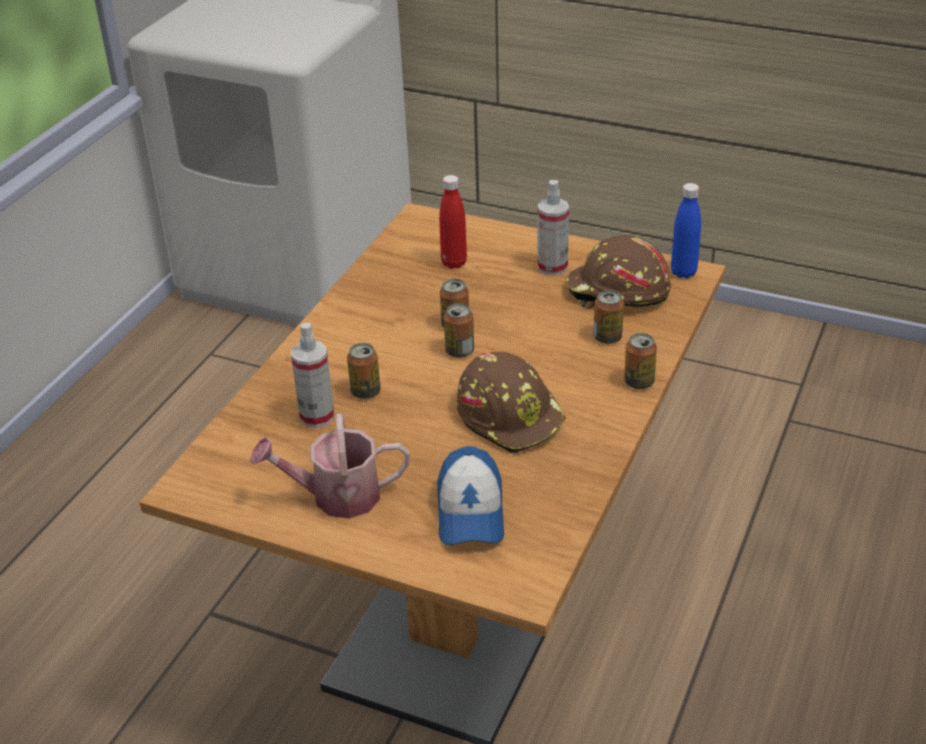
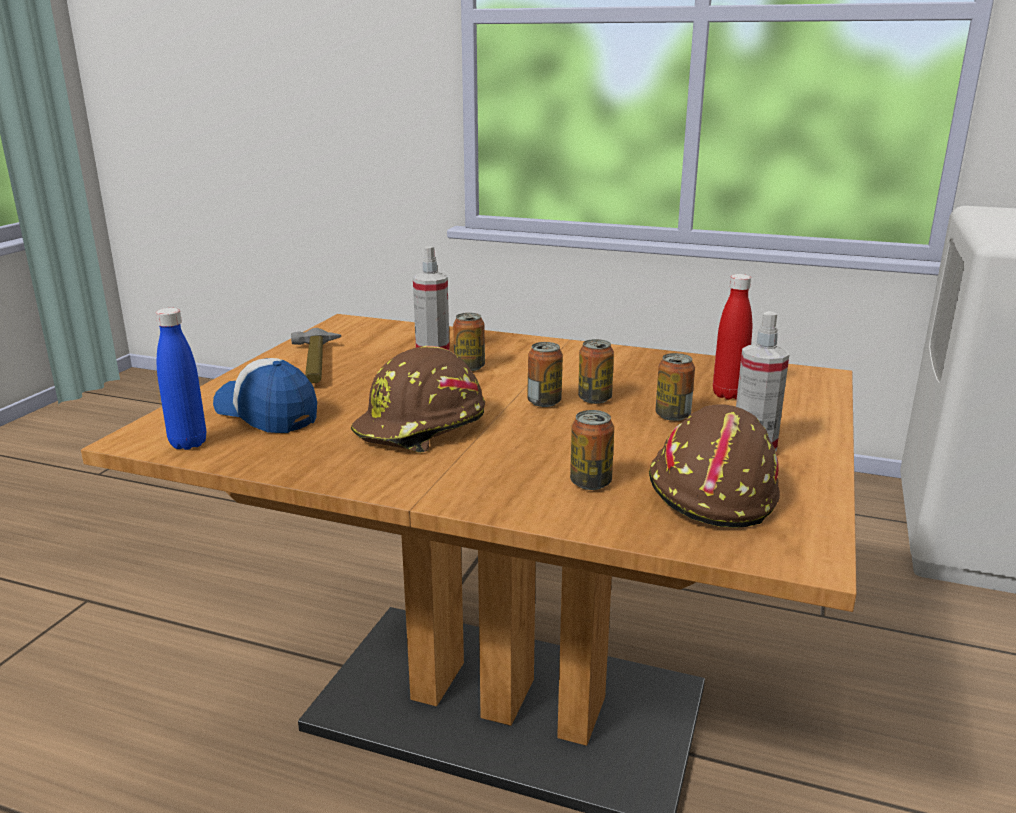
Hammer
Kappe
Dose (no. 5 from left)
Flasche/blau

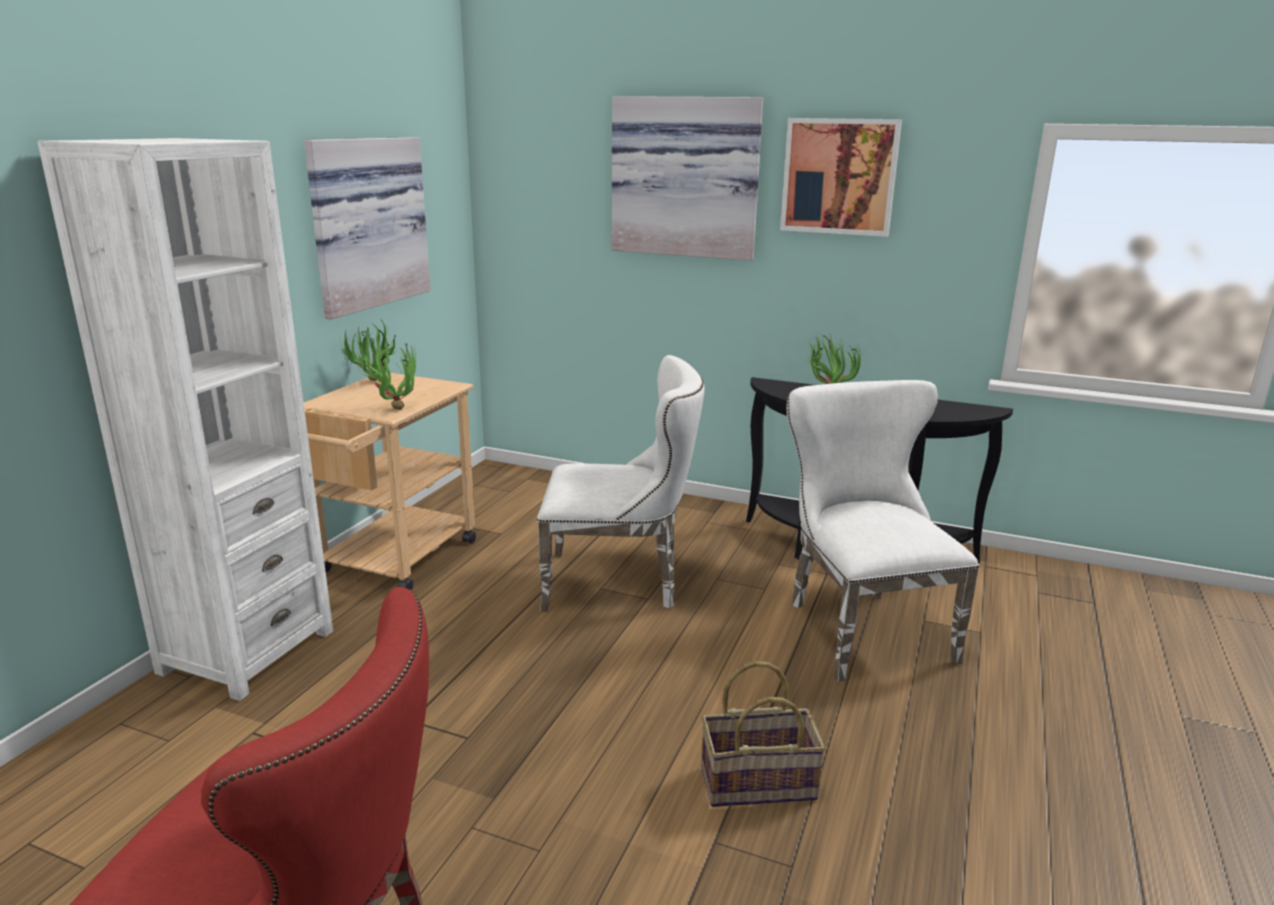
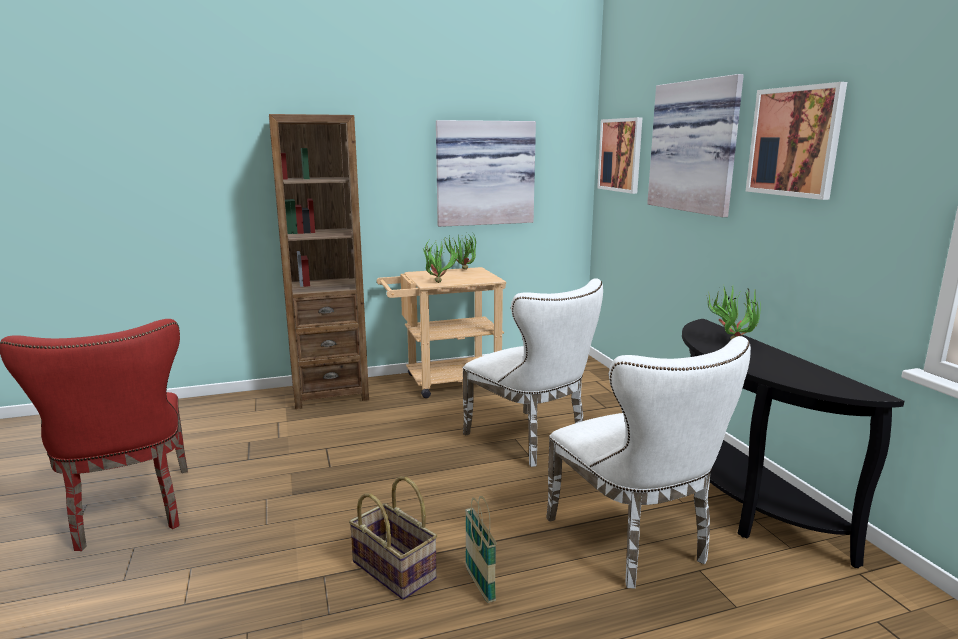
Bücherregal/braun
Stuhl/weiß (no. 2 from left)
Korb (no. 2 from left)
Bild (no. 2 from left)

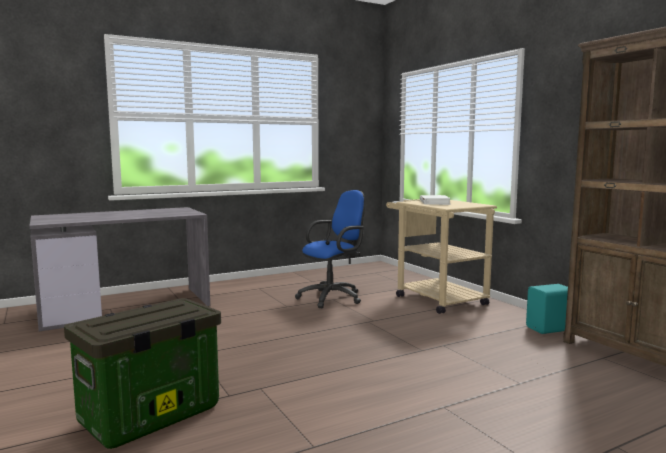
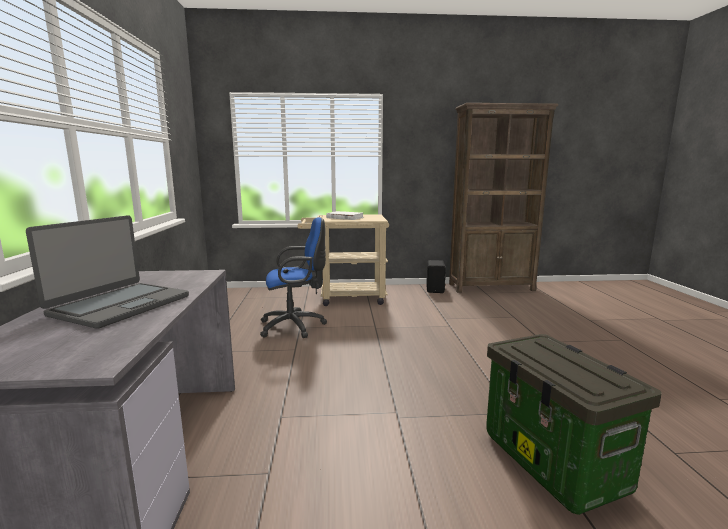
Bürostuhl/blau
Lautsprecher/schwarz
Laptop

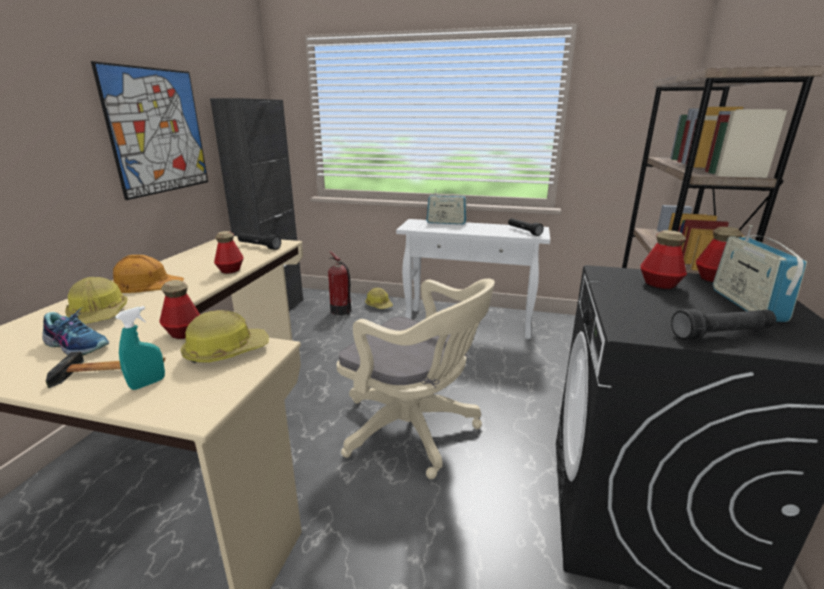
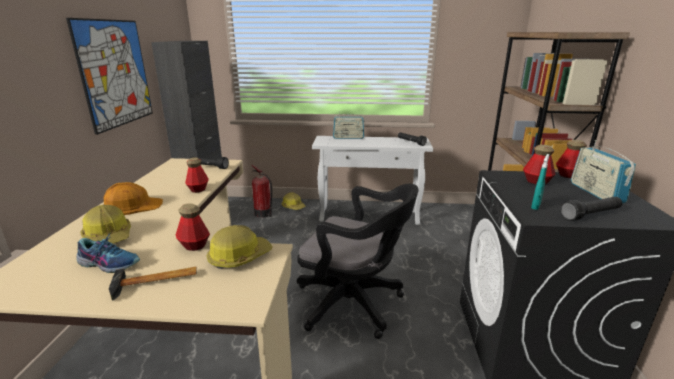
Sprühflasche/türkis
Bürostuhl/schwarz

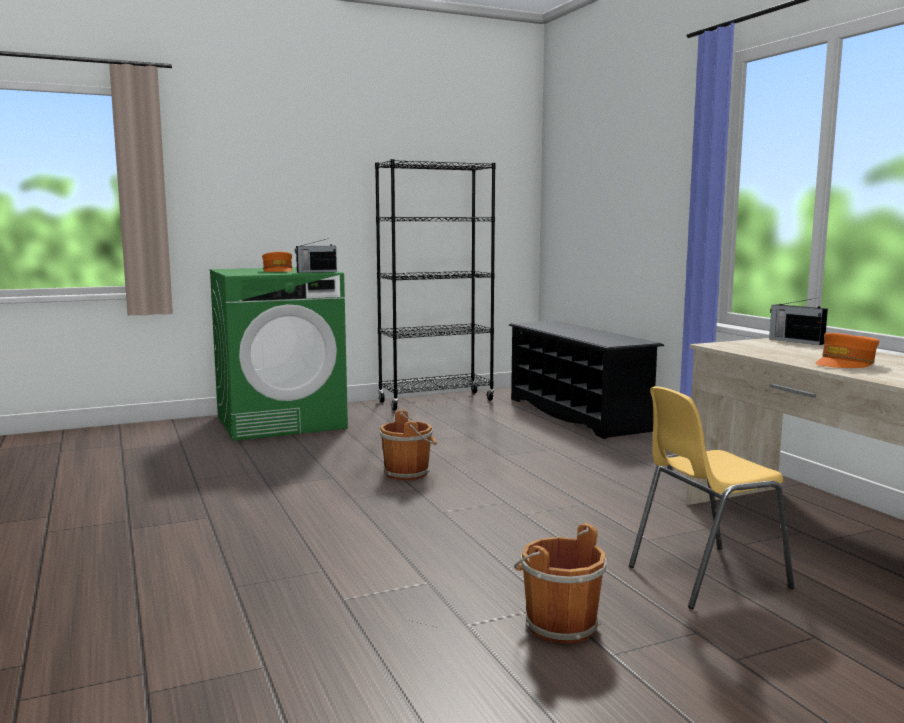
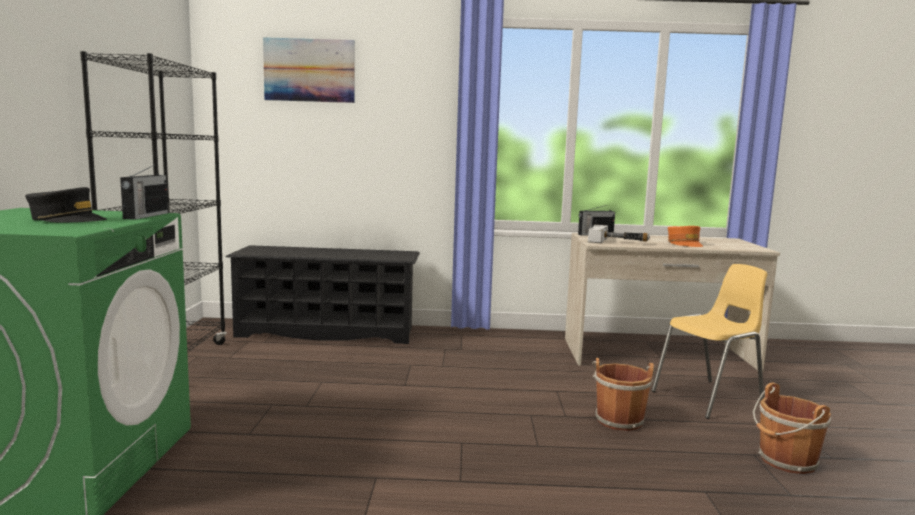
Kappe/schwarz
Eimer/braun (no. 1 from left)
Stuhl/gelb
Bild
Hammer

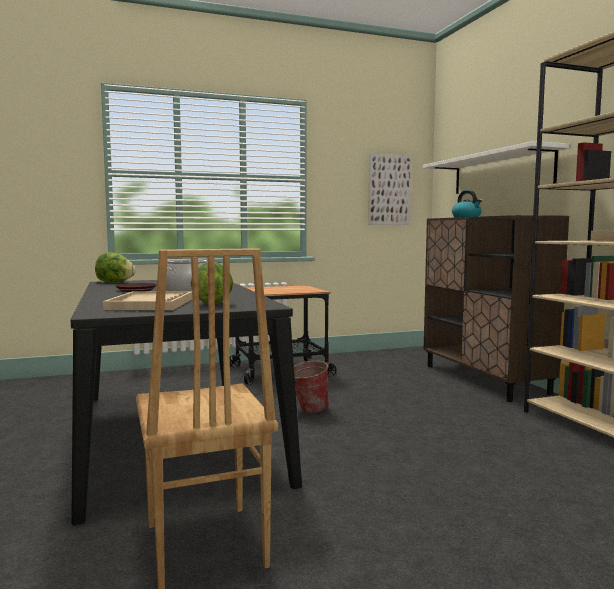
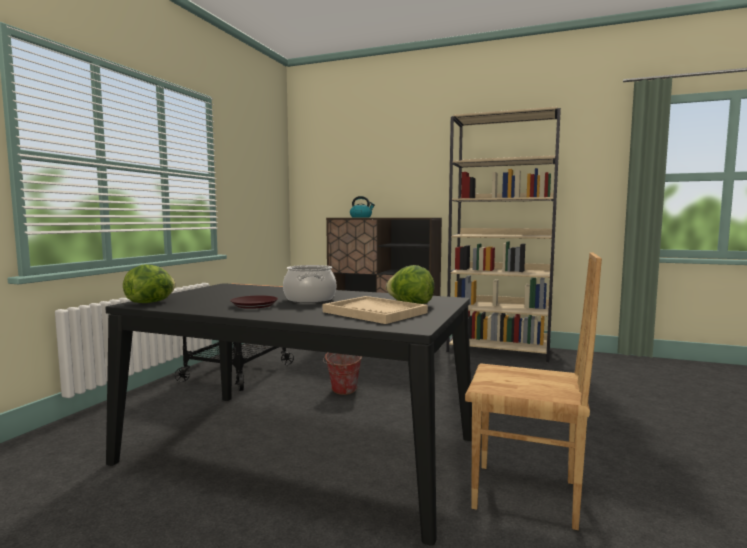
Bild
Wandregal/weiß

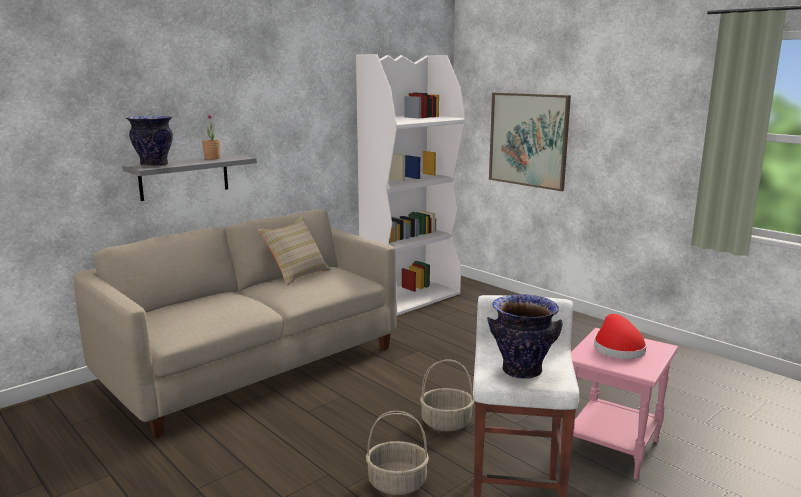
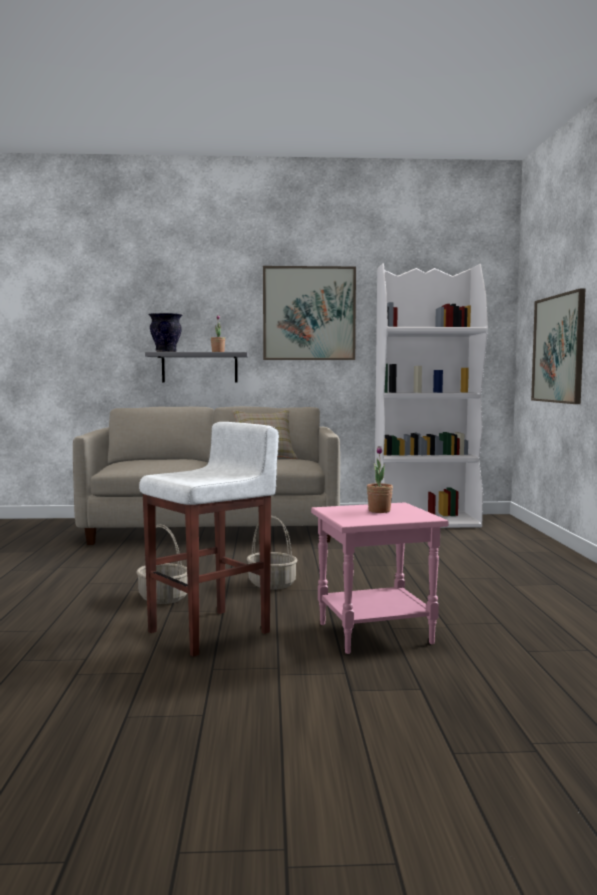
Vase (no. 2 from left in the first image)
Topfpflanze (no. 2 from left)
Bild (no. 1 from left)

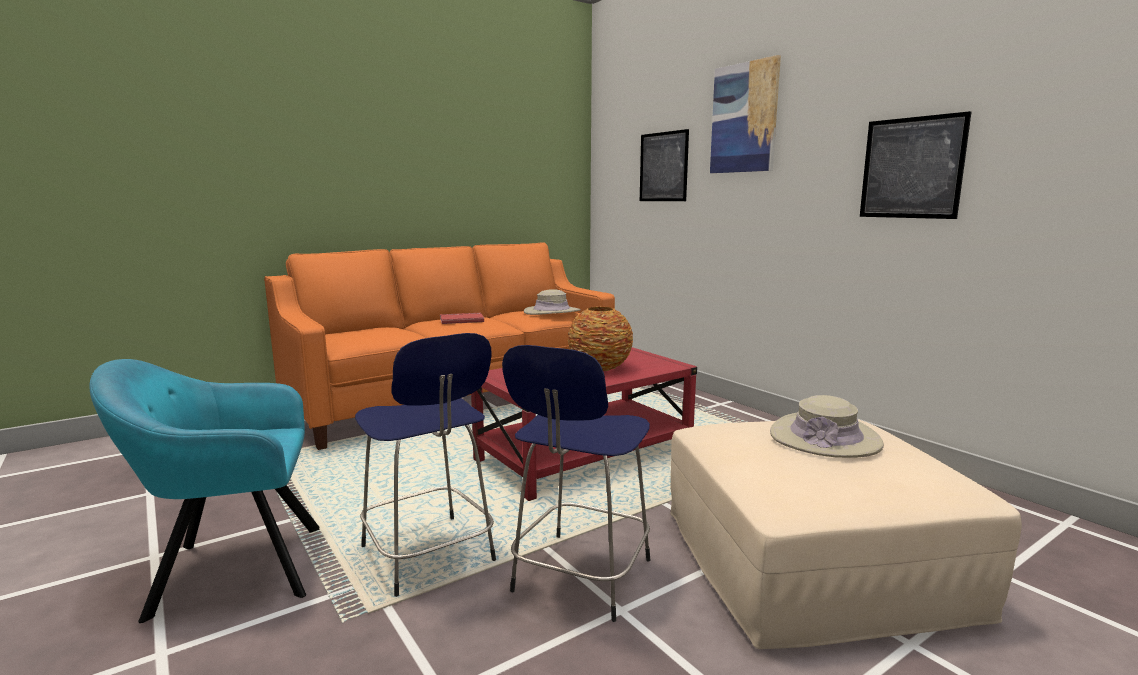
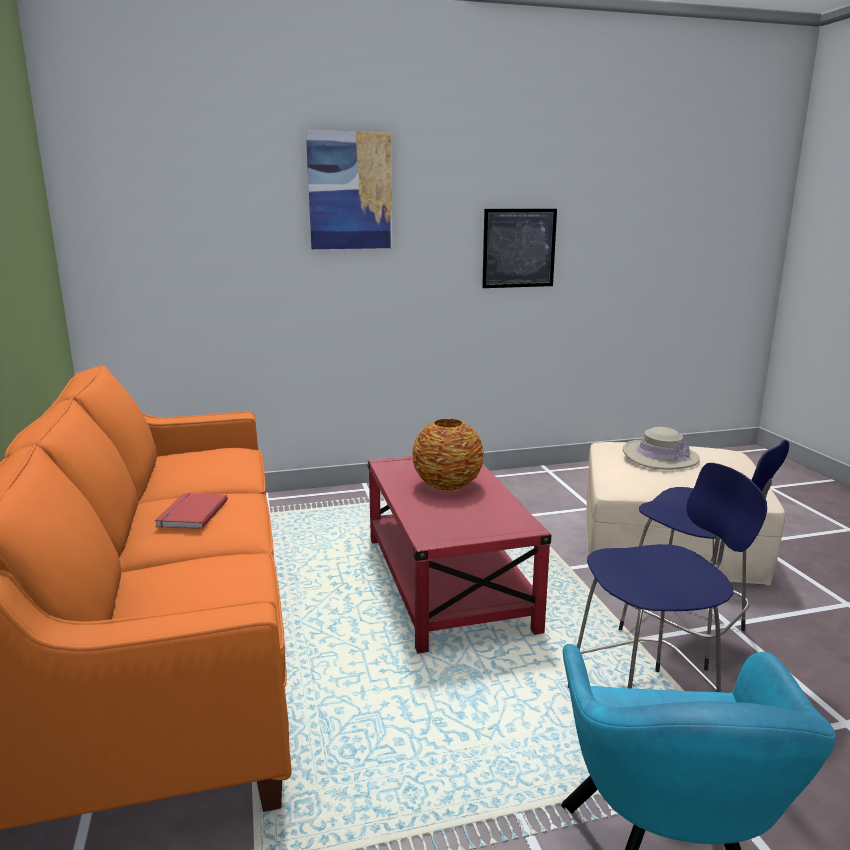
Hut/beige (no. 1 from left in the first image)
Bild (no. 1 from left in the first image)

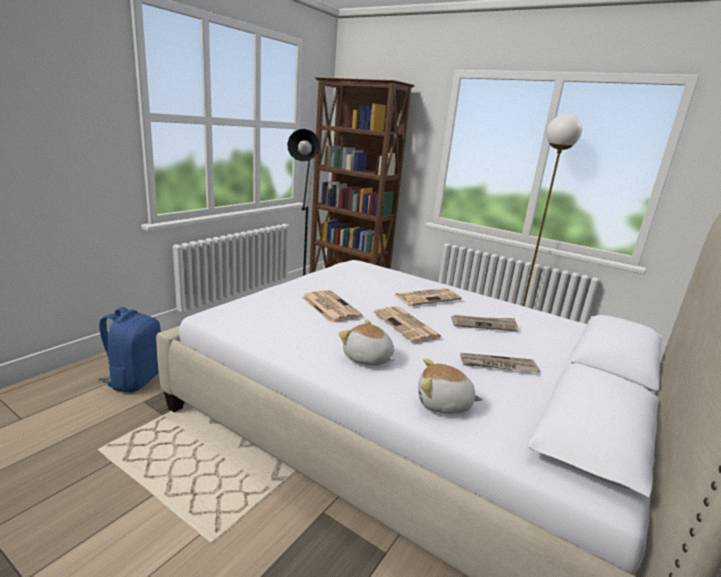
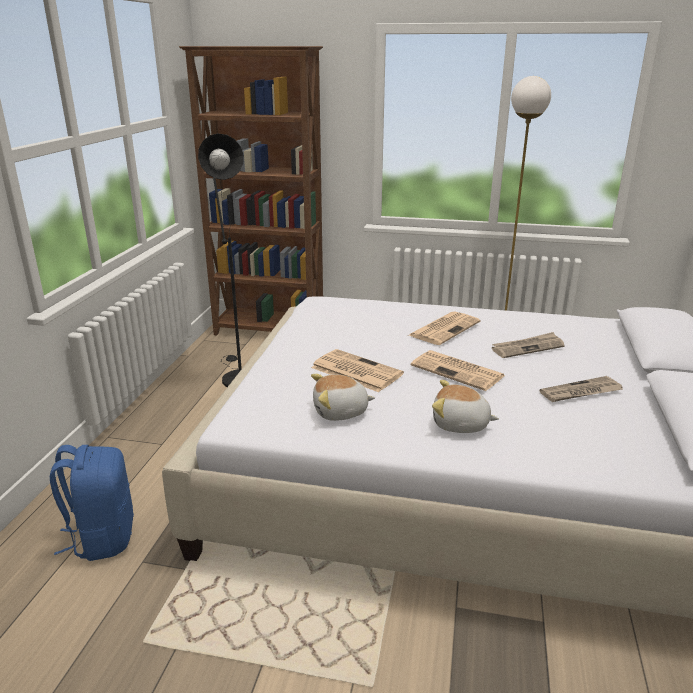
Plüschtier (no. 1 from left)

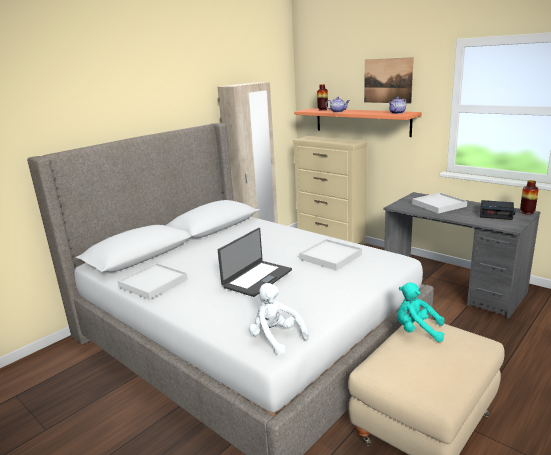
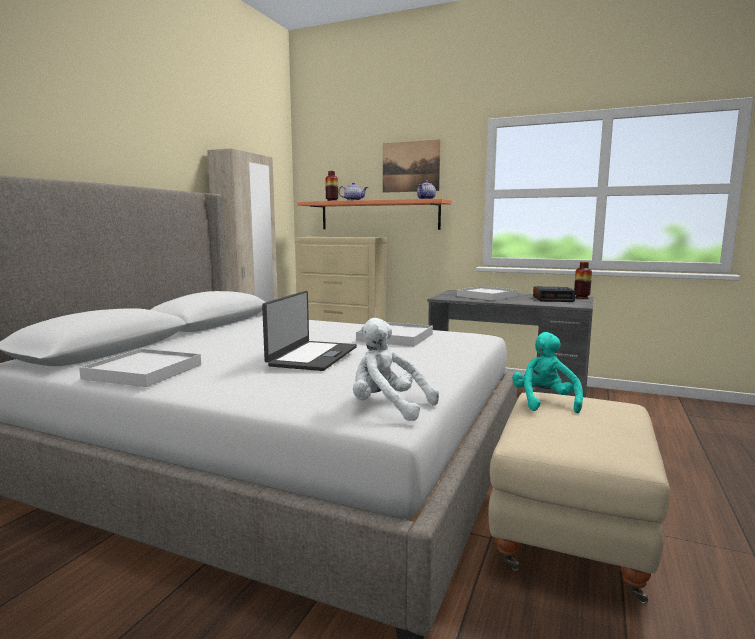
Plüschtier/türkis

